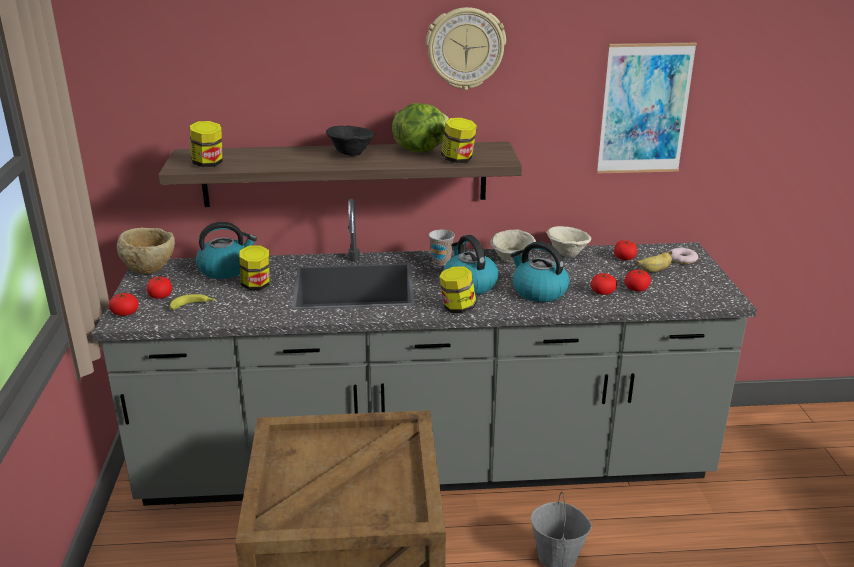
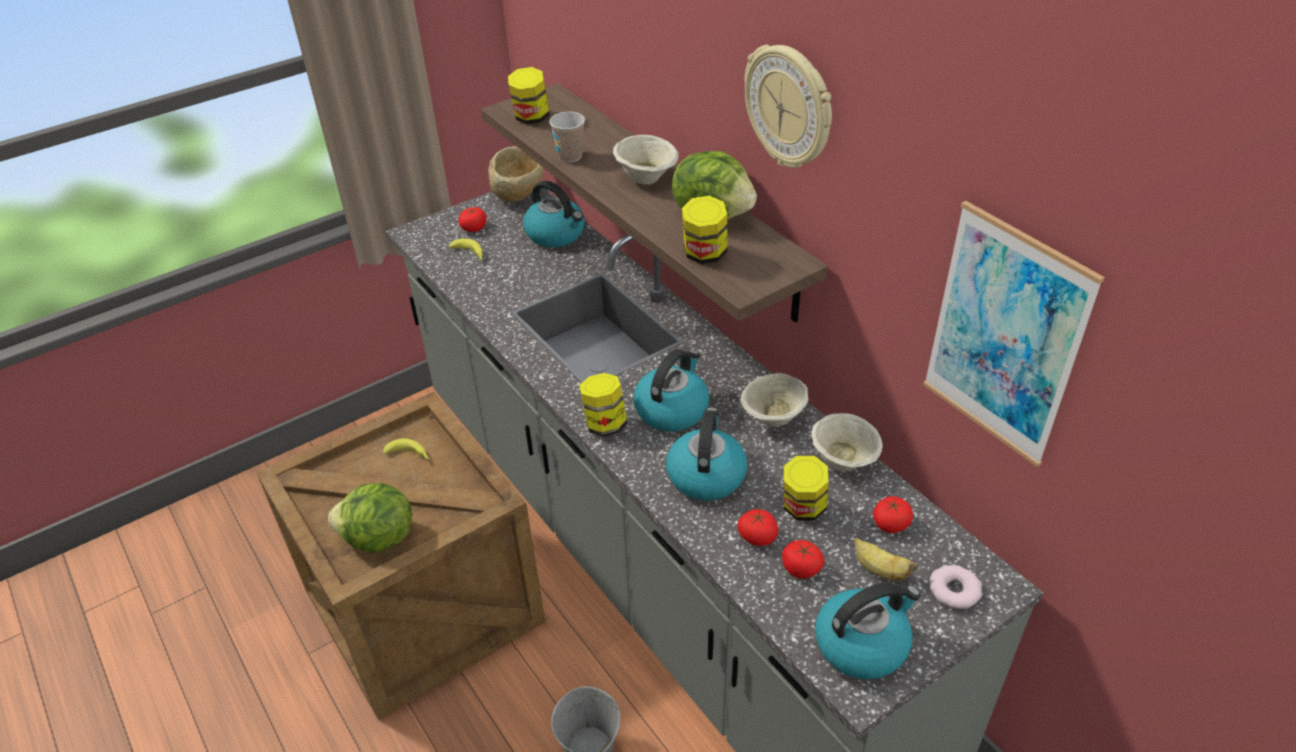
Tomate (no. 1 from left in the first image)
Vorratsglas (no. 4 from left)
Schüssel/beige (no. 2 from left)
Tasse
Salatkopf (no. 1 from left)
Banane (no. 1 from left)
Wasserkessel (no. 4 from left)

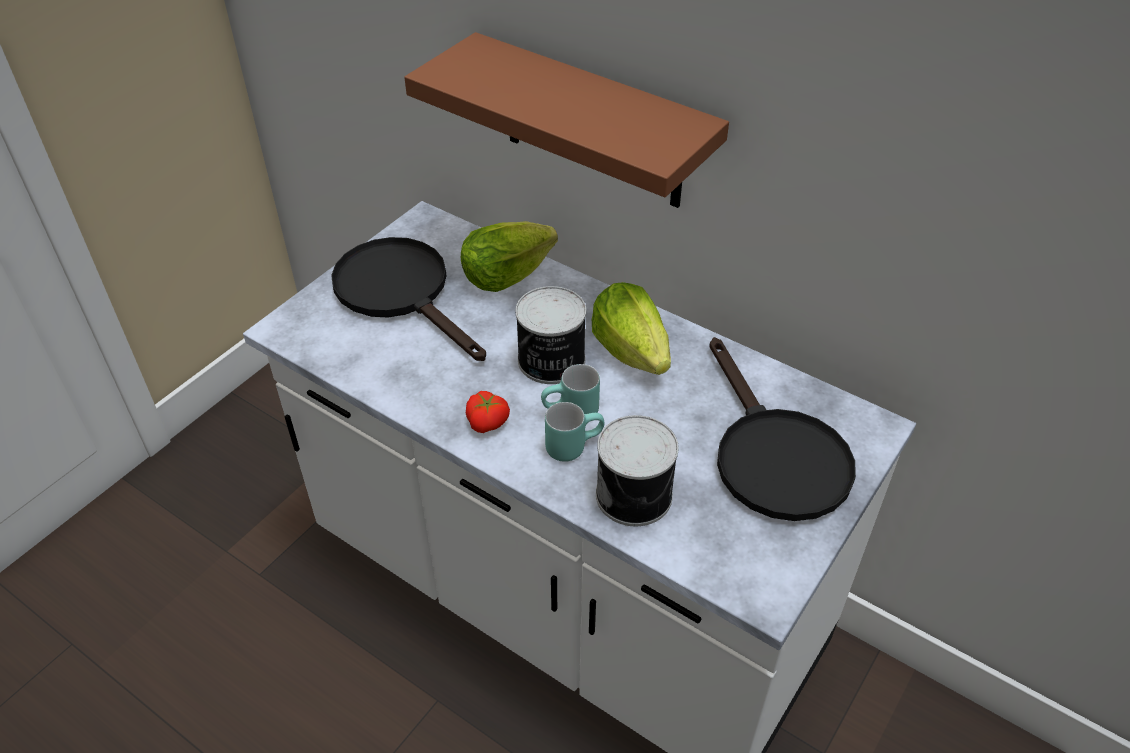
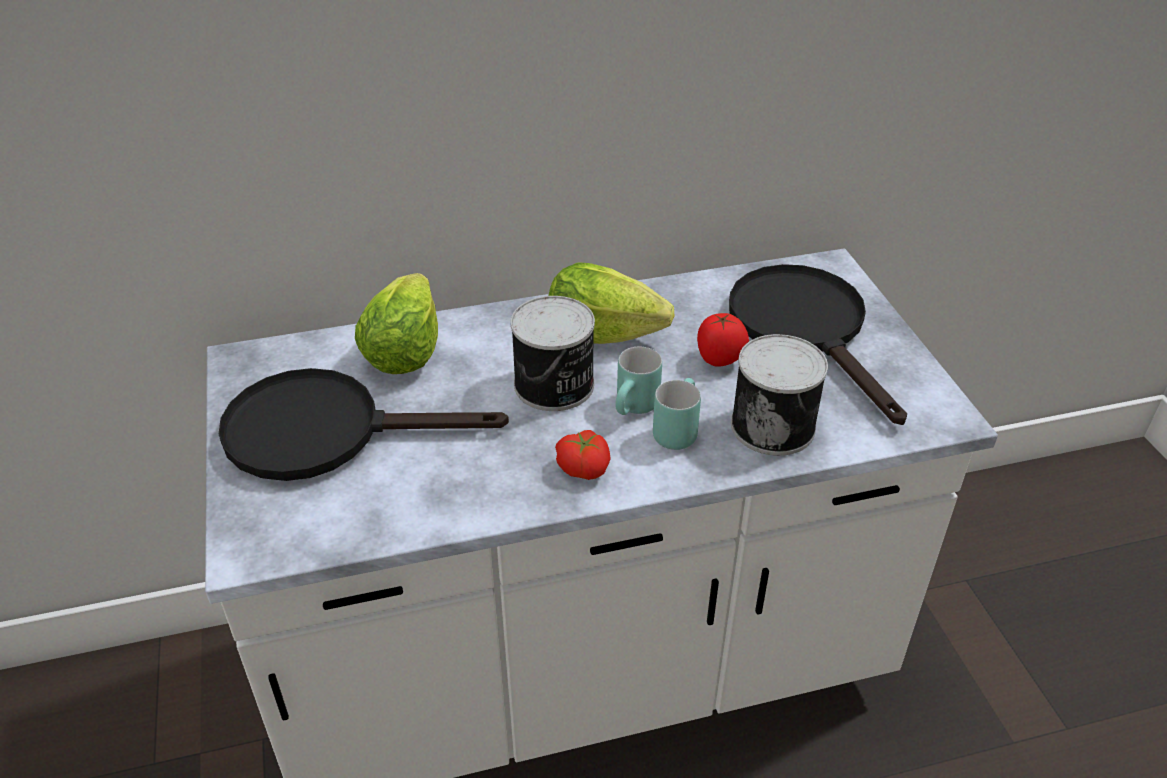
Wandregal/braun
Pfanne/schwarz (no. 2 from left)
Tomate (no. 2 from left)

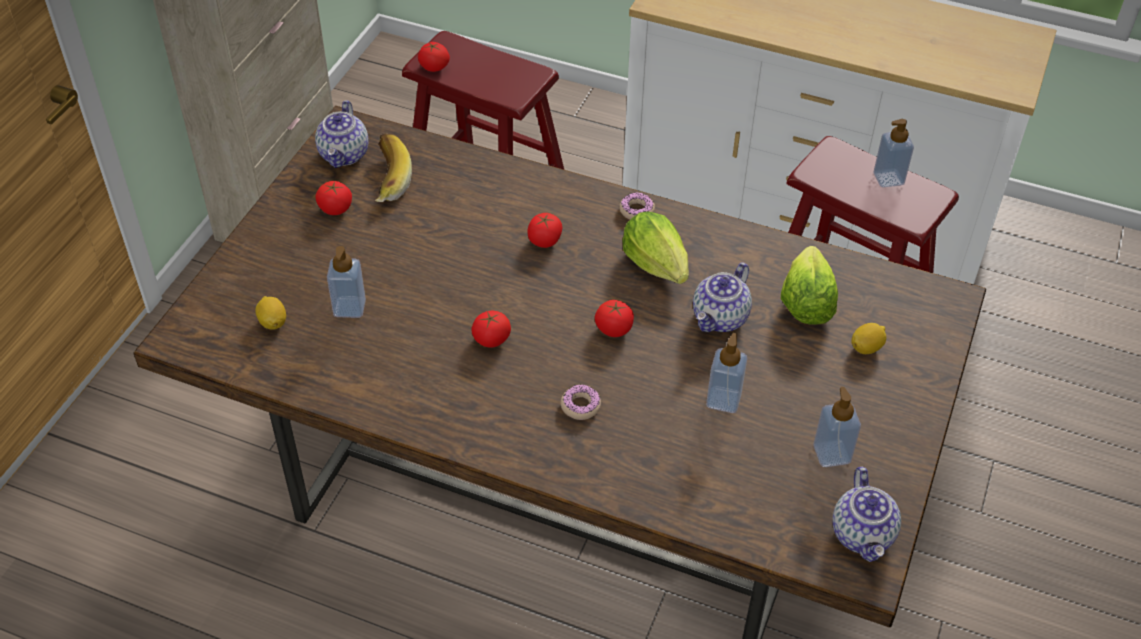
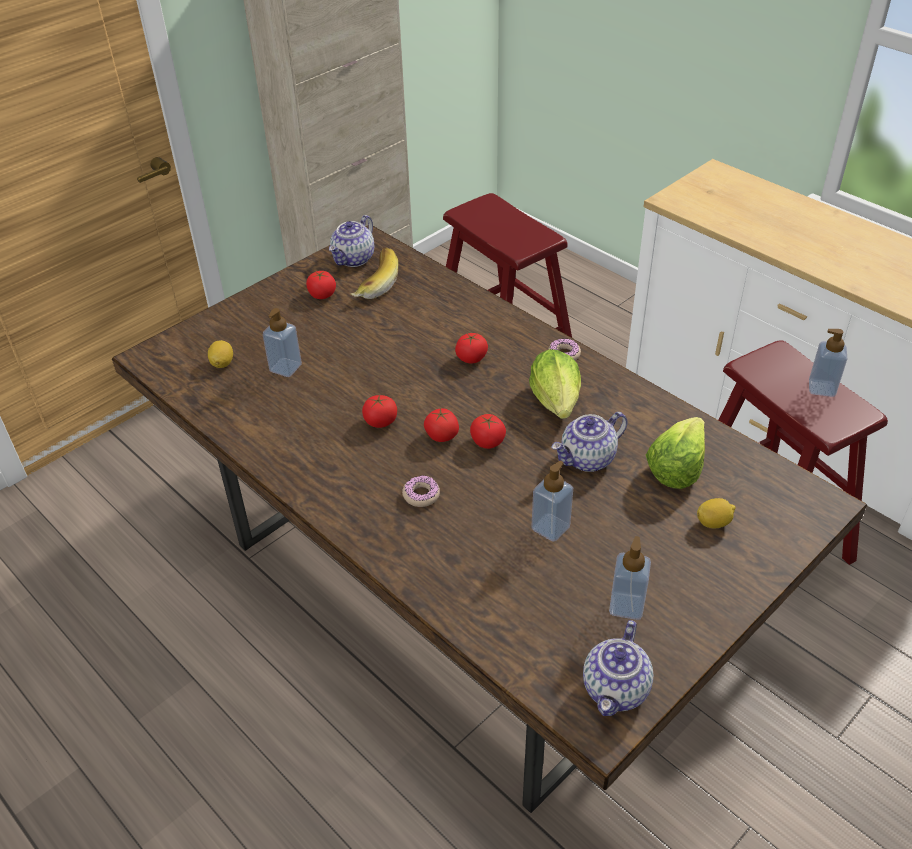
Tomate (no. 3 from left)

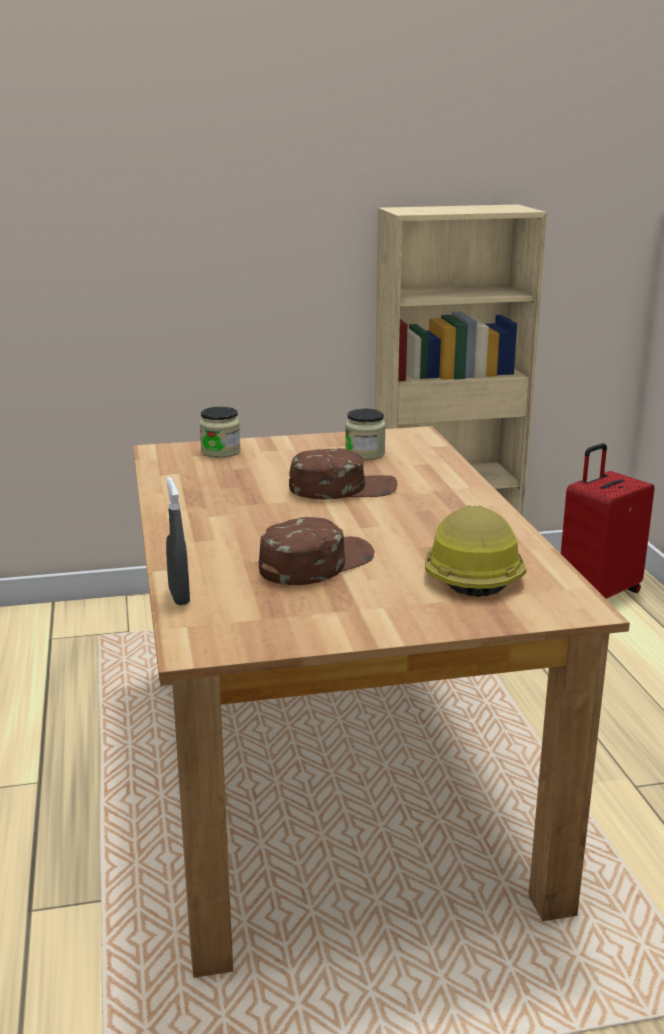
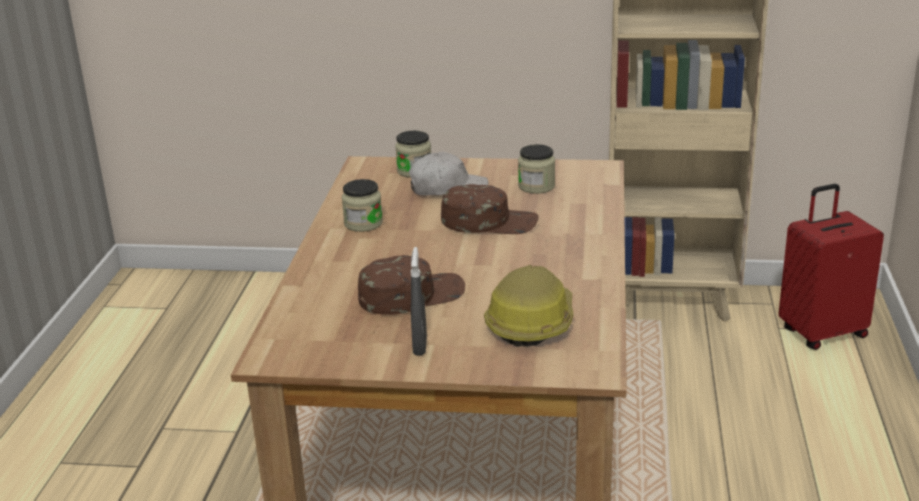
Sprühflasche/grau
Vorratsglas (no. 1 from left)
Kappe/weiß

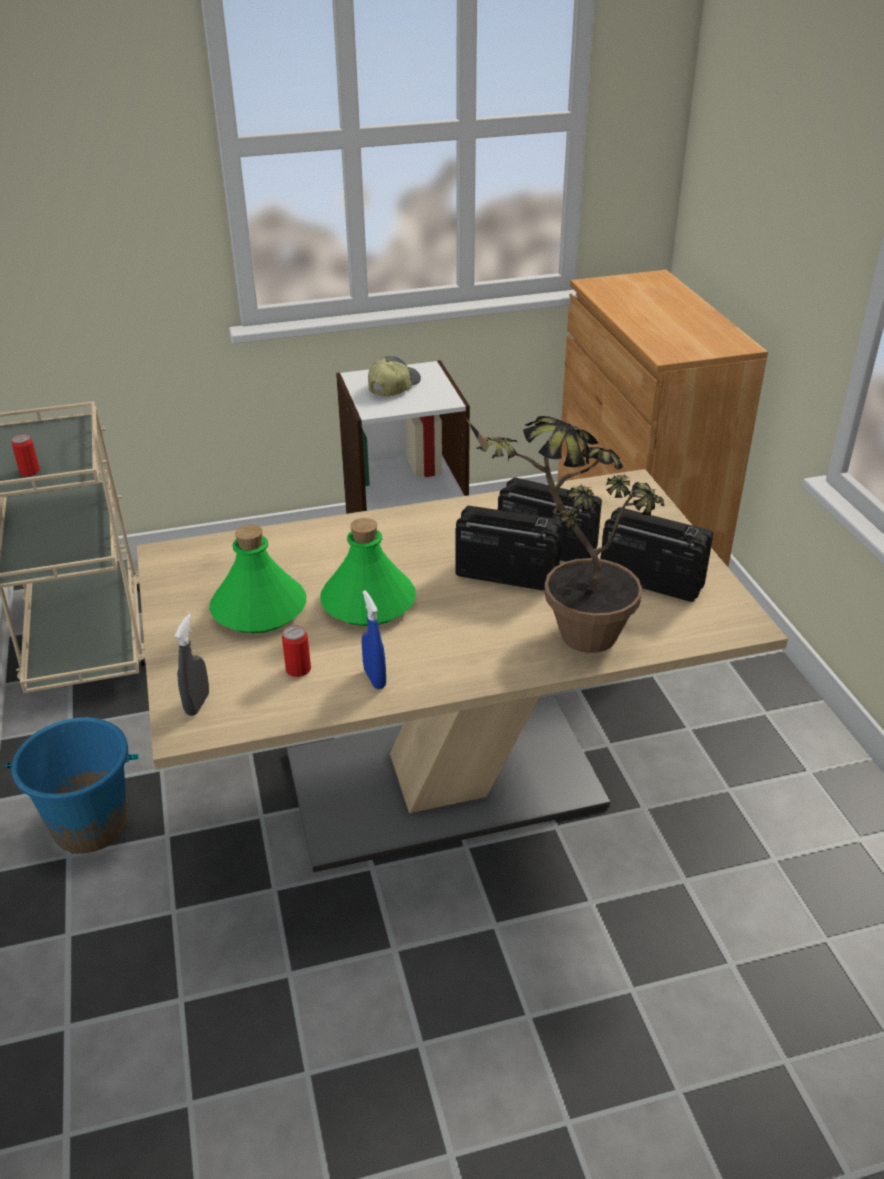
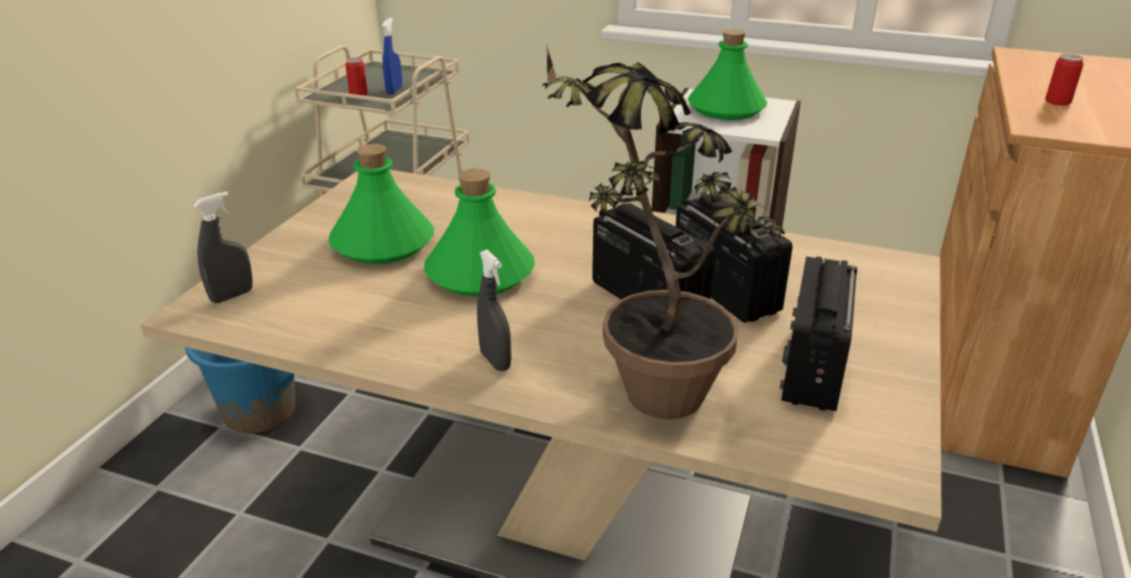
Dose (no. 2 from left)
Sprühflasche/blau
Flasche/grün (no. 3 from left)
Radio (no. 3 from left)
Sprühflasche/grau (no. 2 from left)

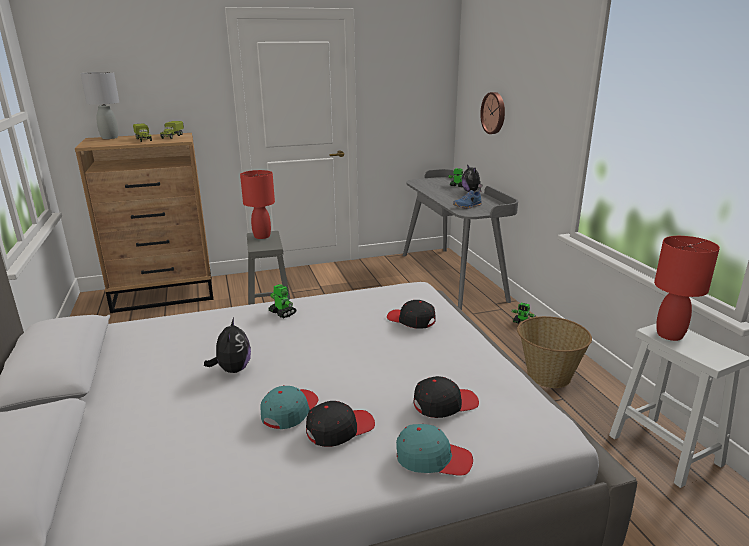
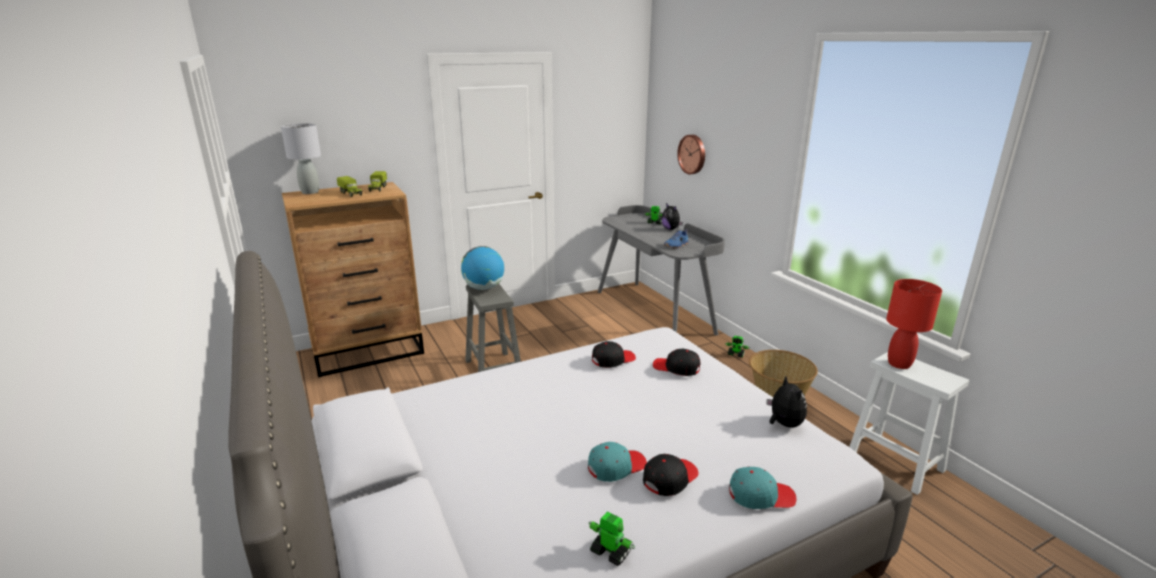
Plüschtier (no. 2 from left)
Globus
Kappe/türkis (no. 1 from left)
Spielzeugroboter (no. 1 from left)
Kappe/schwarz (no. 1 from left)

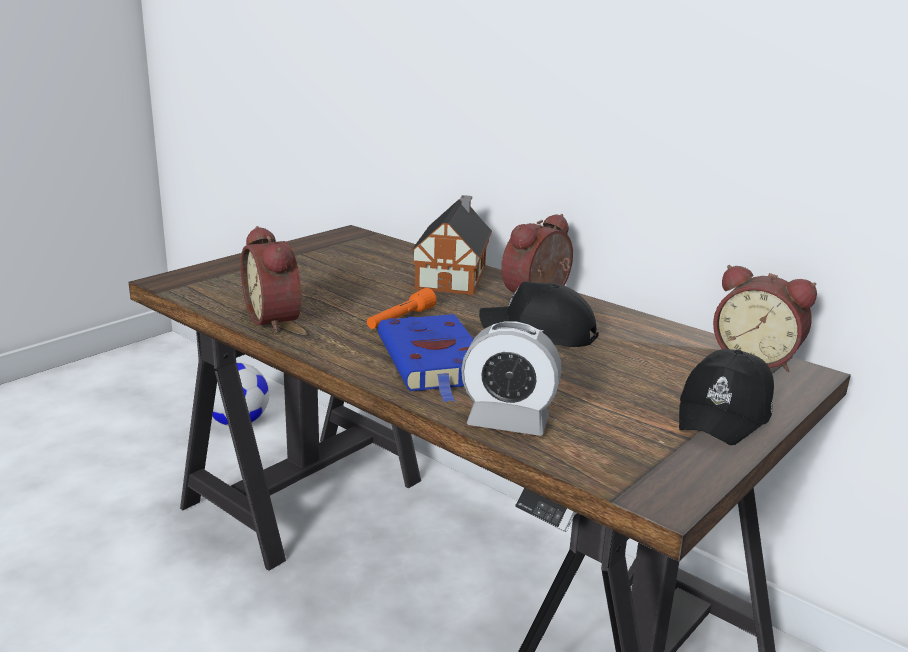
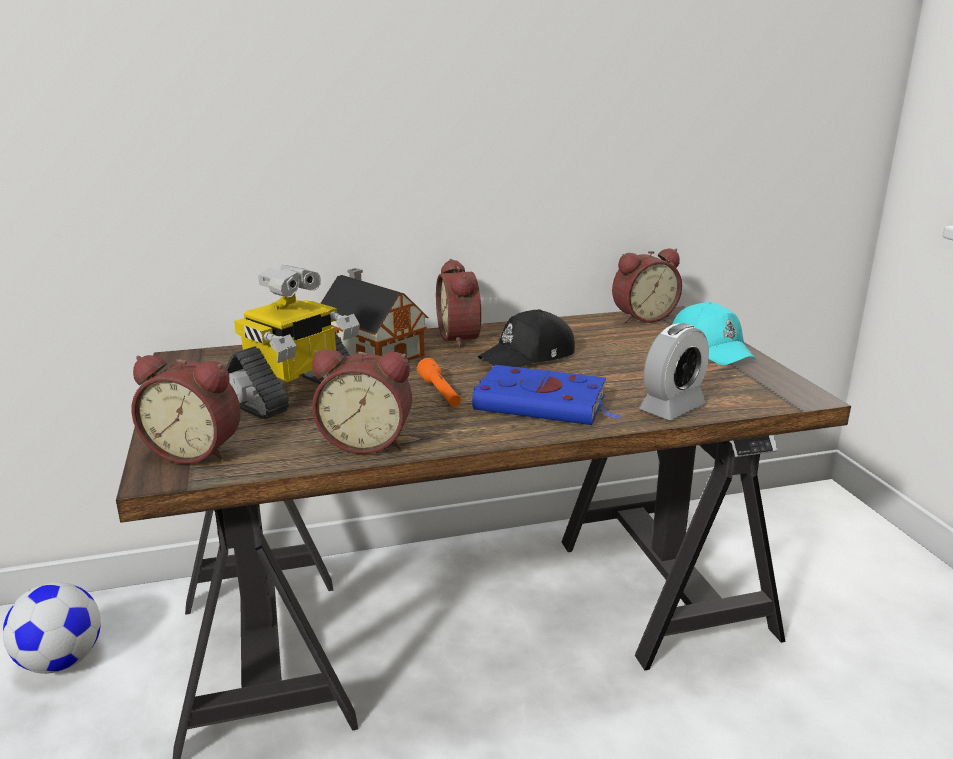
Kappe/türkis
Wecker (no. 1 from left)
Spielzeugroboter

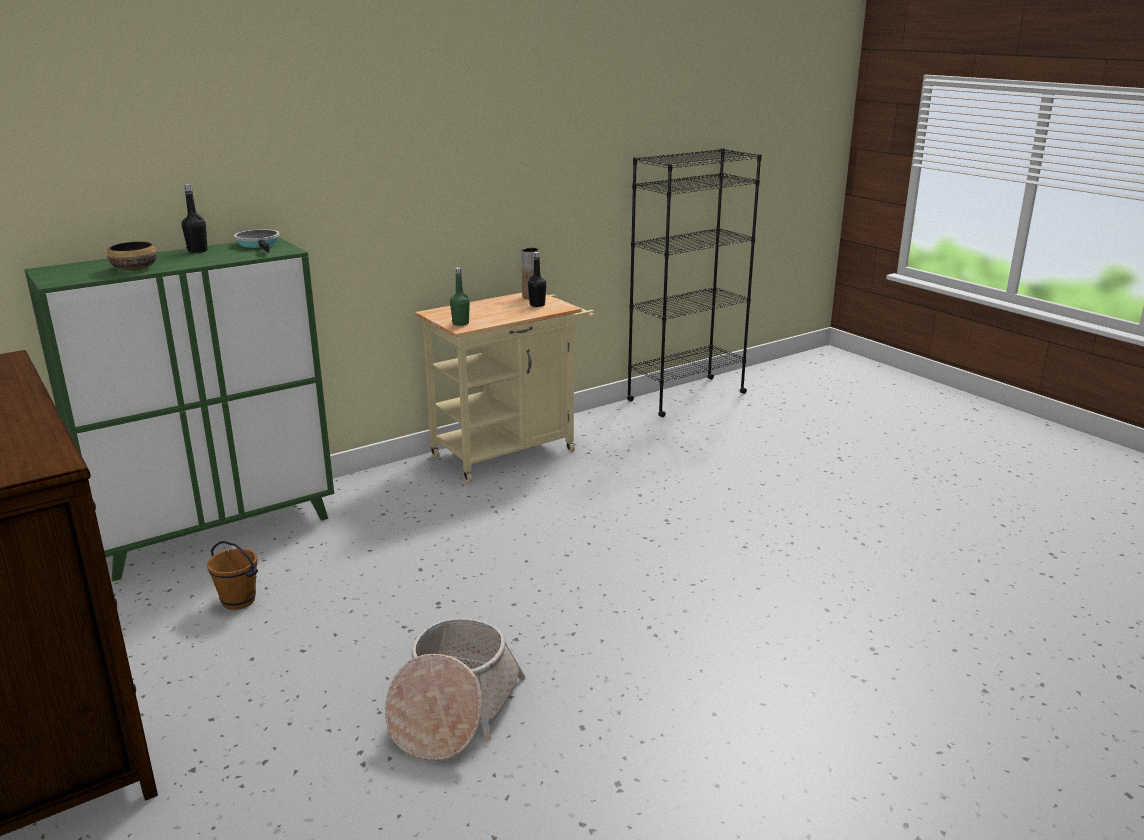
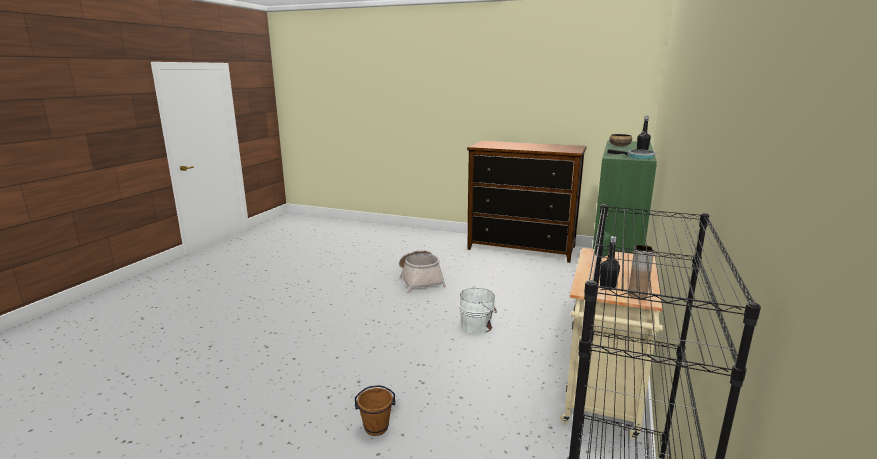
Eimer/braun
Eimer/weiß

